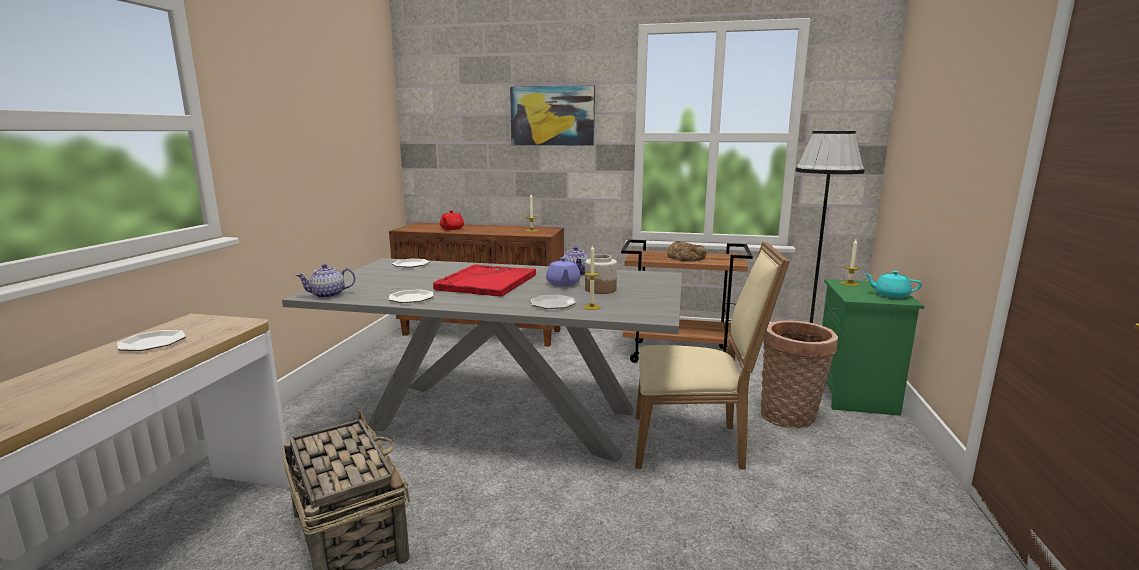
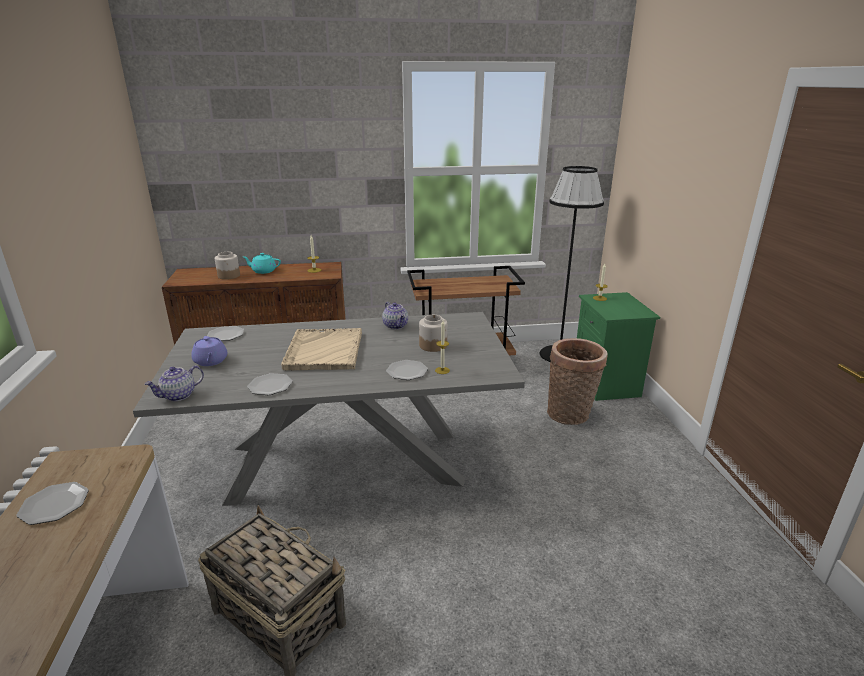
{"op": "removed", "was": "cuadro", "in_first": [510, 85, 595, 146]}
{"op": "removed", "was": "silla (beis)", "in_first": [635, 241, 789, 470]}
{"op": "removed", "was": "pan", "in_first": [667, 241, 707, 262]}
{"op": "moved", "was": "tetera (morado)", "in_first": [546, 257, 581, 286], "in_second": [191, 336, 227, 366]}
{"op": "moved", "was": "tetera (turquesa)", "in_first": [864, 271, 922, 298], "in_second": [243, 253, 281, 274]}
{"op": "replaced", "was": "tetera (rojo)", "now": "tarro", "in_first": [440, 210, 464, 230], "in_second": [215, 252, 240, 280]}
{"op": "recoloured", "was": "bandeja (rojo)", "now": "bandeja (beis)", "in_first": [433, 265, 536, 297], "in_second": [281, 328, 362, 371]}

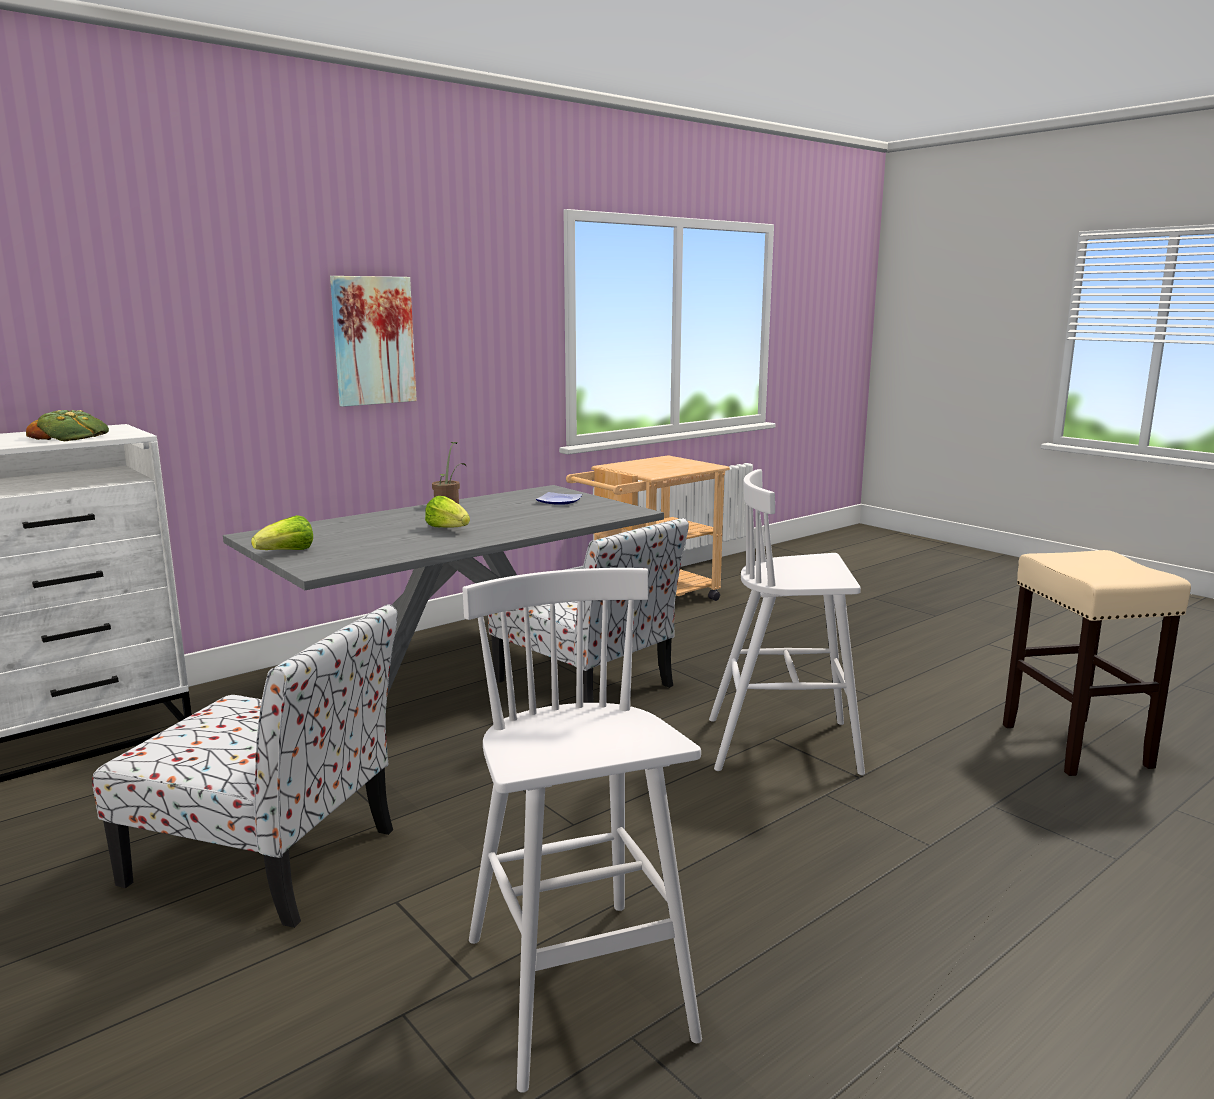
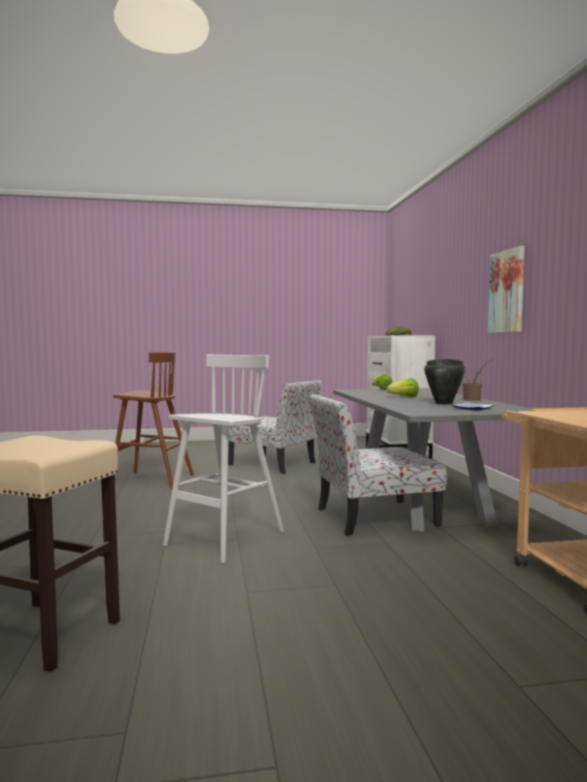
{"op": "added", "now": "olla (negro)", "in_second": [424, 359, 465, 404]}
{"op": "recoloured", "was": "taburete (blanco)", "now": "taburete (marrón)", "in_first": [463, 568, 702, 1093], "in_second": [113, 352, 194, 489]}
{"op": "turned", "was": "silla", "in_first": [92, 604, 398, 928], "in_second": [228, 380, 322, 474], "clockwise": -105}

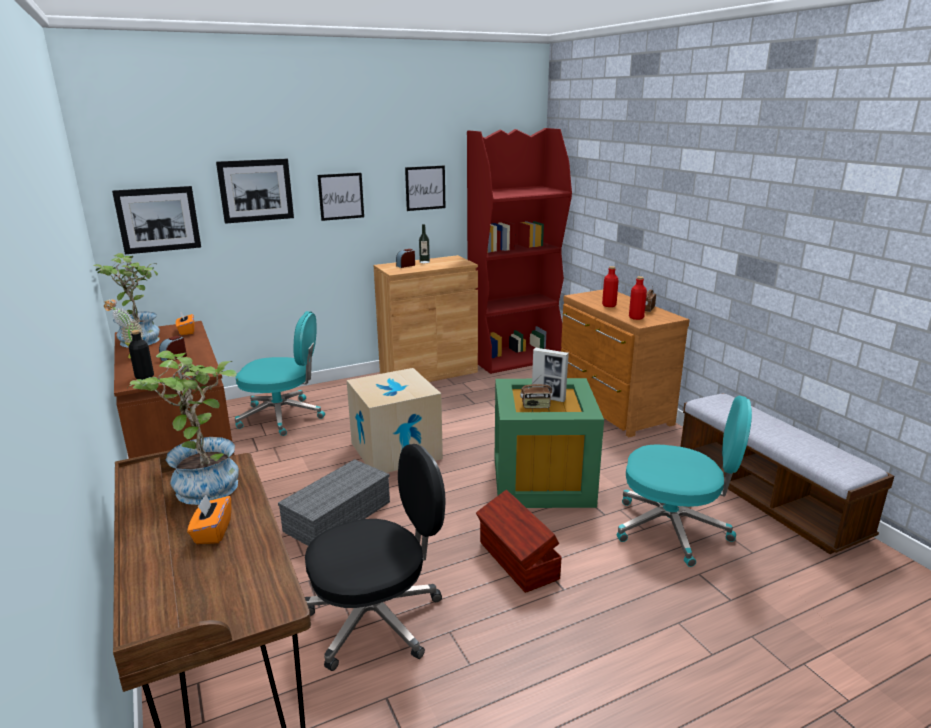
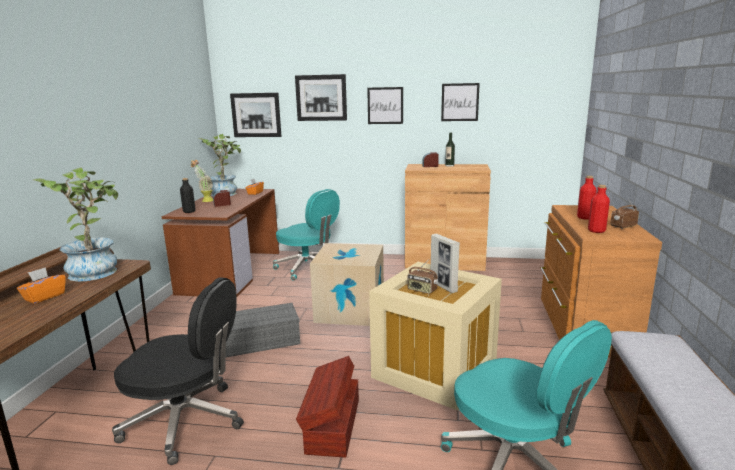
{"op": "removed", "was": "estantería (rojo)", "in_first": [467, 128, 572, 374]}
{"op": "recoloured", "was": "caja de almacenaje (verde)", "now": "caja de almacenaje (beis)", "in_first": [495, 378, 604, 508], "in_second": [369, 262, 502, 410]}

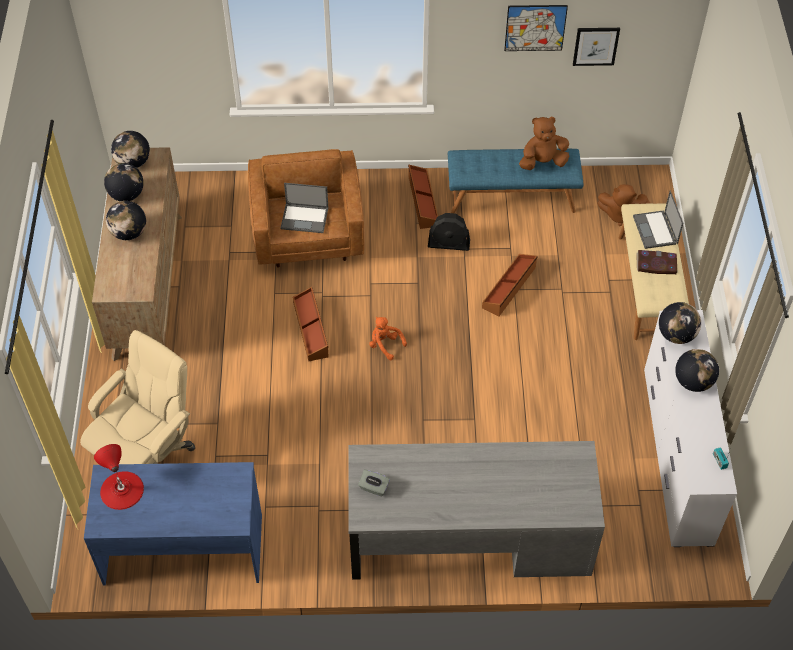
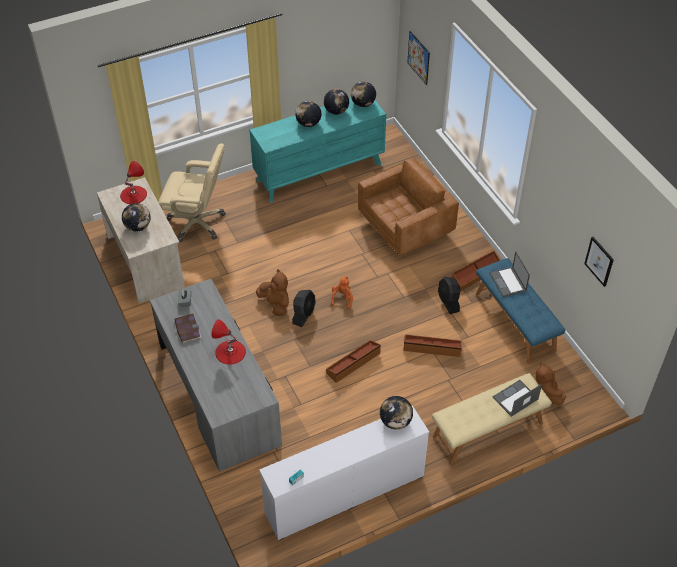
{"op": "added", "now": "lámpara de mesa (rojo)", "in_second": [212, 319, 246, 365]}
{"op": "added", "now": "ventilador (negro)", "in_second": [292, 290, 316, 327]}
{"op": "moved", "was": "portátil", "in_first": [281, 183, 328, 233], "in_second": [489, 251, 530, 297]}
{"op": "moved", "was": "caja de almacenaje (marrón)", "in_first": [293, 287, 329, 361], "in_second": [326, 340, 381, 383]}
{"op": "moved", "was": "cuadro", "in_first": [504, 5, 568, 51], "in_second": [407, 31, 430, 85]}
{"op": "moved", "was": "peluche (marrón)", "in_first": [519, 116, 569, 170], "in_second": [256, 269, 289, 316]}
{"op": "moved", "was": "libro", "in_first": [636, 250, 678, 274], "in_second": [175, 314, 201, 344]}
{"op": "moved", "was": "globo terráqueo", "in_first": [675, 349, 719, 392], "in_second": [122, 203, 151, 232]}
{"op": "recoloured", "was": "escritorio (azul)", "now": "escritorio (beis)", "in_first": [84, 462, 262, 586], "in_second": [97, 177, 185, 303]}
{"op": "recoloured", "was": "cómoda (marrón)", "now": "cómoda (turquesa)", "in_first": [92, 147, 182, 361], "in_second": [250, 98, 386, 202]}

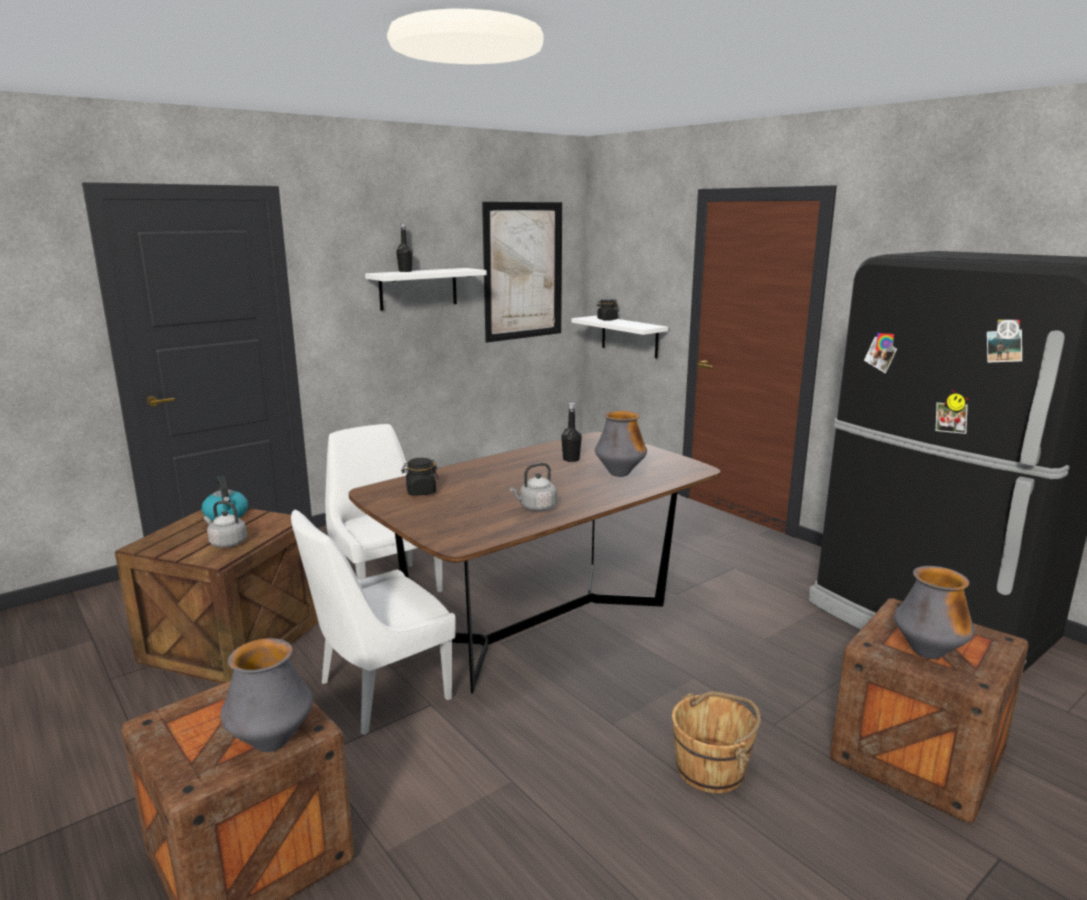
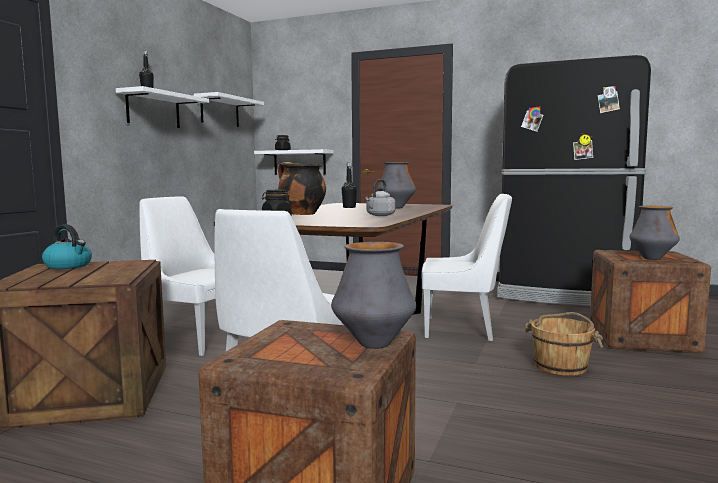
{"op": "removed", "was": "hervidor (gris)", "in_first": [204, 501, 247, 548]}
{"op": "added", "now": "olla", "in_second": [278, 162, 326, 215]}
{"op": "added", "now": "silla (blanco)", "in_second": [421, 194, 512, 341]}
{"op": "replaced", "was": "cuadro", "now": "estante (blanco)", "in_first": [482, 202, 562, 343], "in_second": [194, 92, 264, 127]}

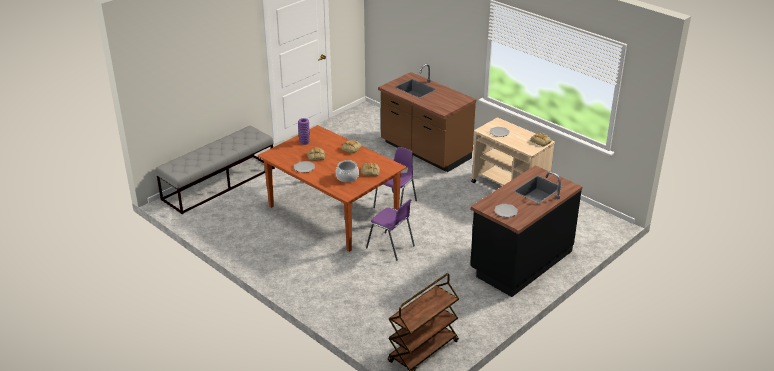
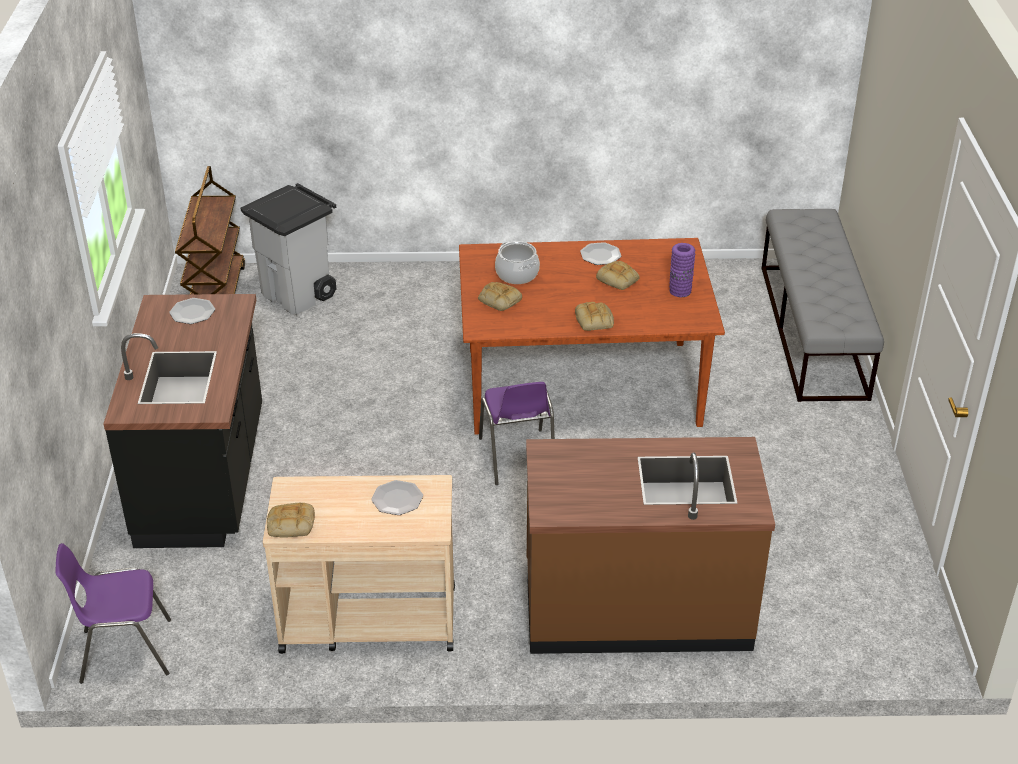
{"op": "added", "now": "papelera (gris)", "in_second": [240, 183, 336, 315]}
{"op": "moved", "was": "silla (morado)", "in_first": [366, 199, 415, 261], "in_second": [56, 543, 171, 684]}

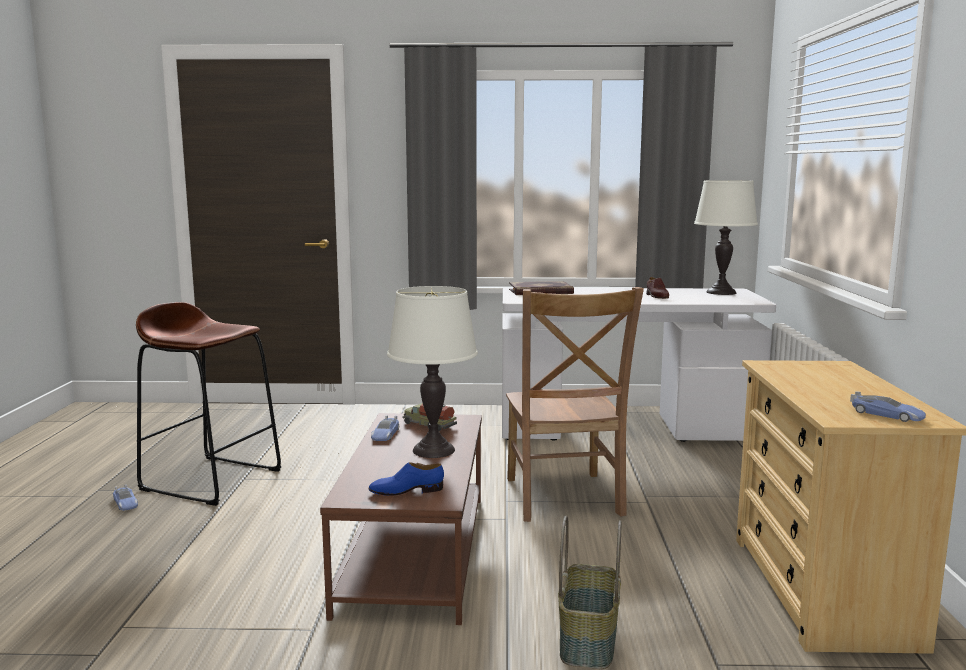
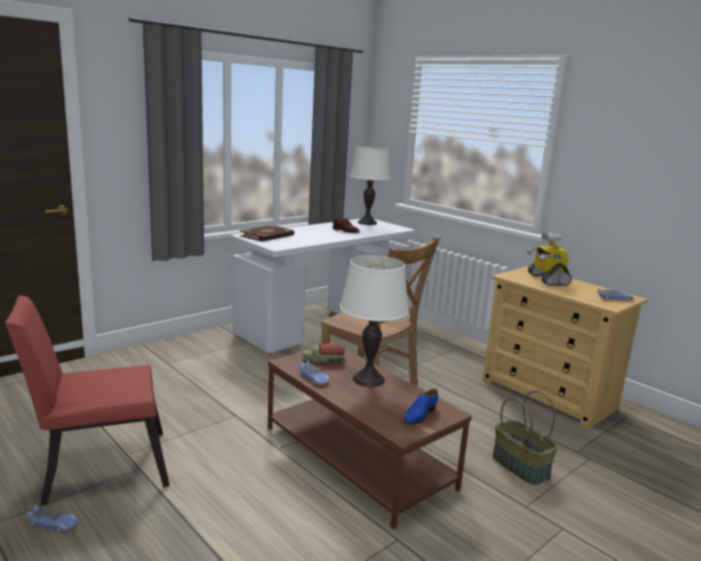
{"op": "added", "now": "robot de juguete", "in_second": [527, 232, 572, 286]}
{"op": "replaced", "was": "taburete (marrón)", "now": "silla (rojo)", "in_first": [136, 302, 281, 506], "in_second": [5, 296, 170, 505]}

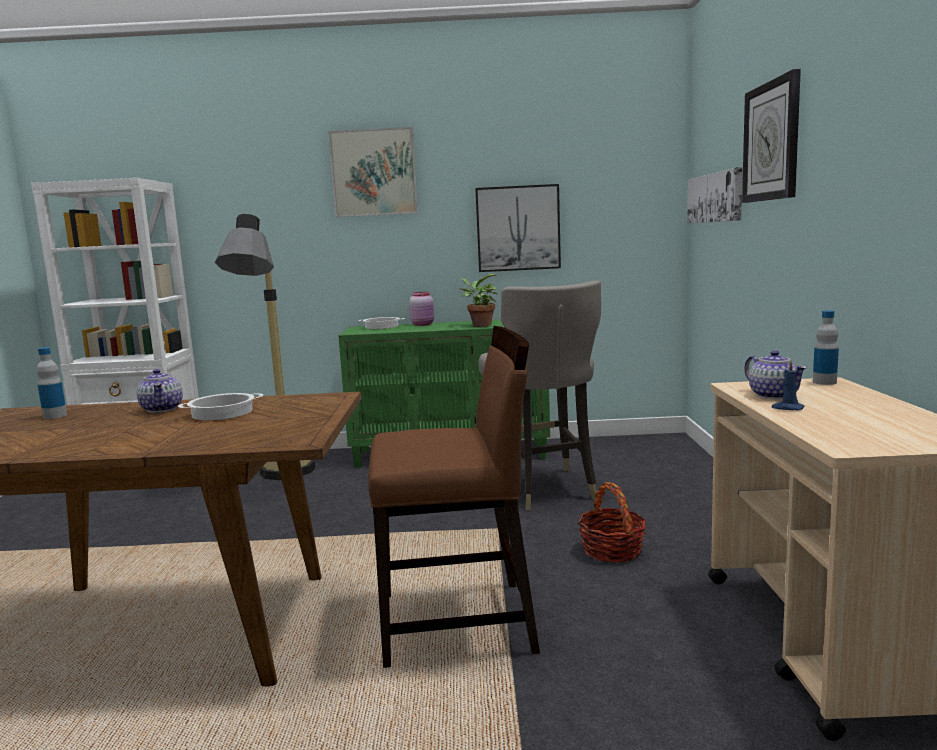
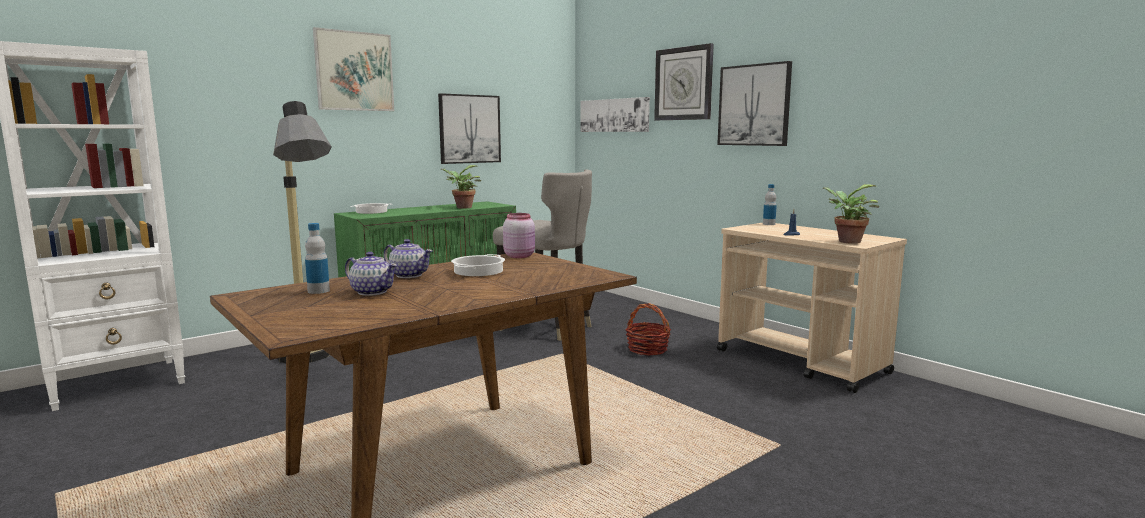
{"op": "removed", "was": "silla (marrón)", "in_first": [368, 326, 540, 668]}
{"op": "added", "now": "cuadro", "in_second": [717, 61, 792, 146]}
{"op": "added", "now": "planta en maceta", "in_second": [823, 184, 880, 244]}
{"op": "moved", "was": "tarro (rosa)", "in_first": [409, 292, 434, 326], "in_second": [503, 213, 535, 258]}
{"op": "moved", "was": "tetera", "in_first": [744, 350, 807, 399], "in_second": [345, 252, 397, 296]}

